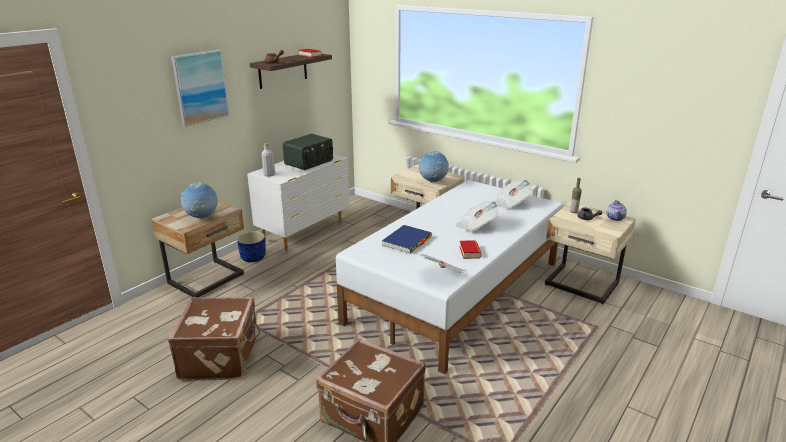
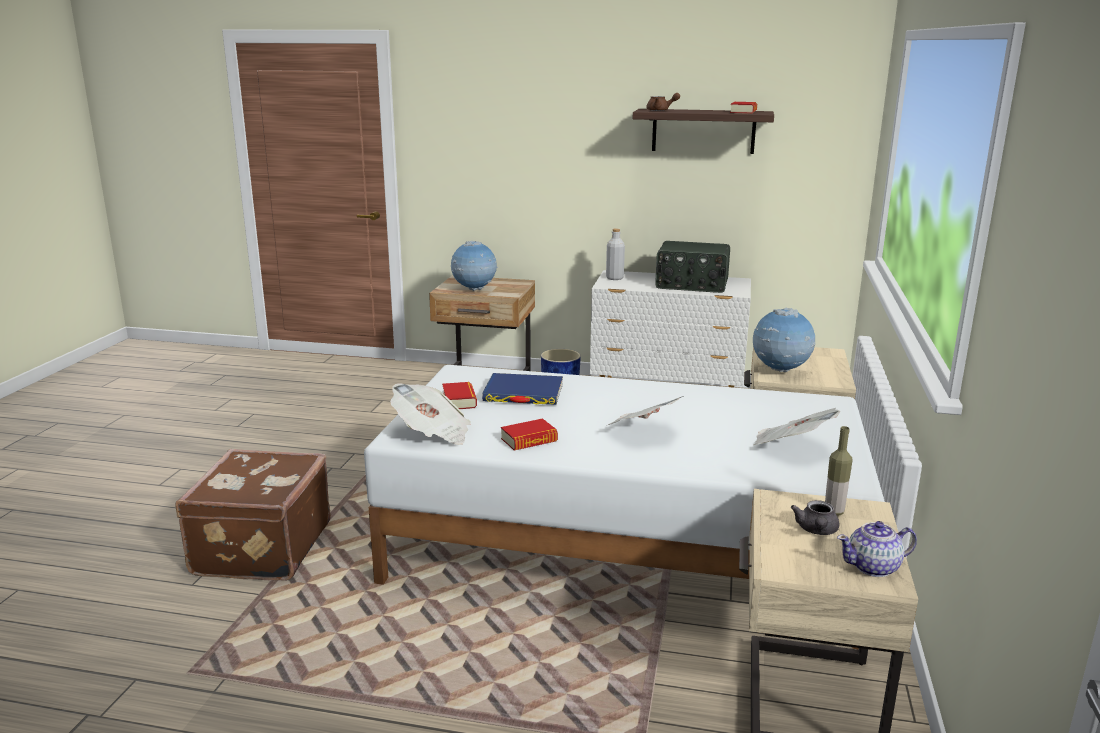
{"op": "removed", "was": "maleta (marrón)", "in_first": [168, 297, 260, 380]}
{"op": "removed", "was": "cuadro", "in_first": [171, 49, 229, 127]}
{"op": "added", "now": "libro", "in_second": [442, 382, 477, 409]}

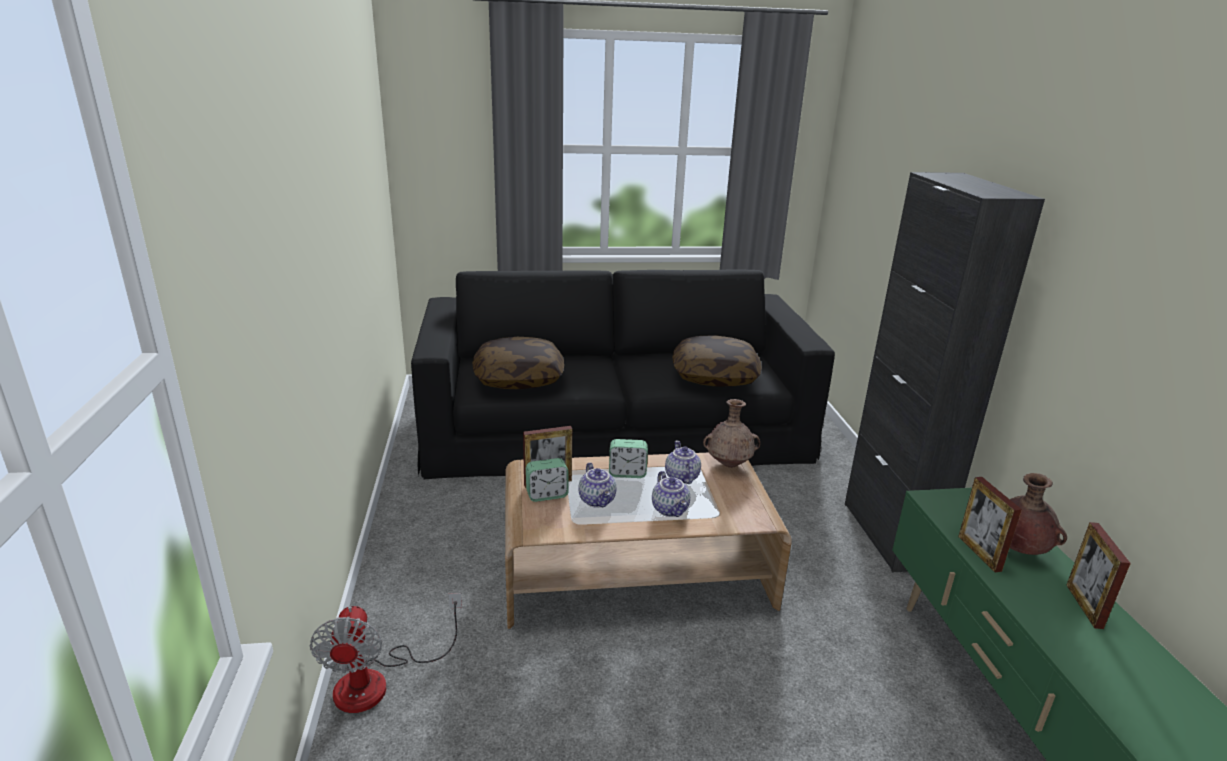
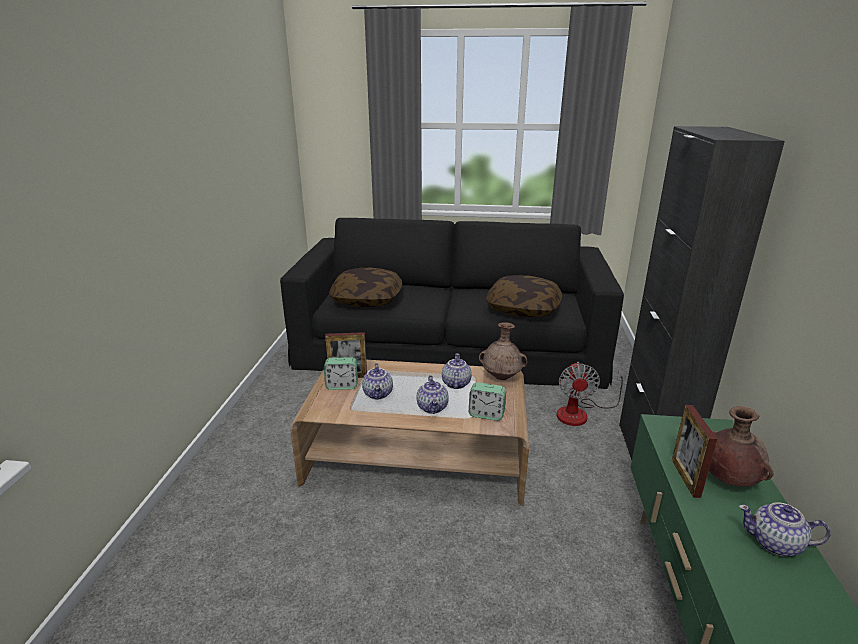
{"op": "moved", "was": "ventilador", "in_first": [310, 593, 462, 713], "in_second": [557, 362, 626, 426]}
{"op": "moved", "was": "despertador", "in_first": [609, 439, 648, 478], "in_second": [469, 382, 506, 421]}
{"op": "replaced", "was": "portarretratos", "now": "tetera", "in_first": [1067, 522, 1131, 629], "in_second": [739, 502, 831, 556]}

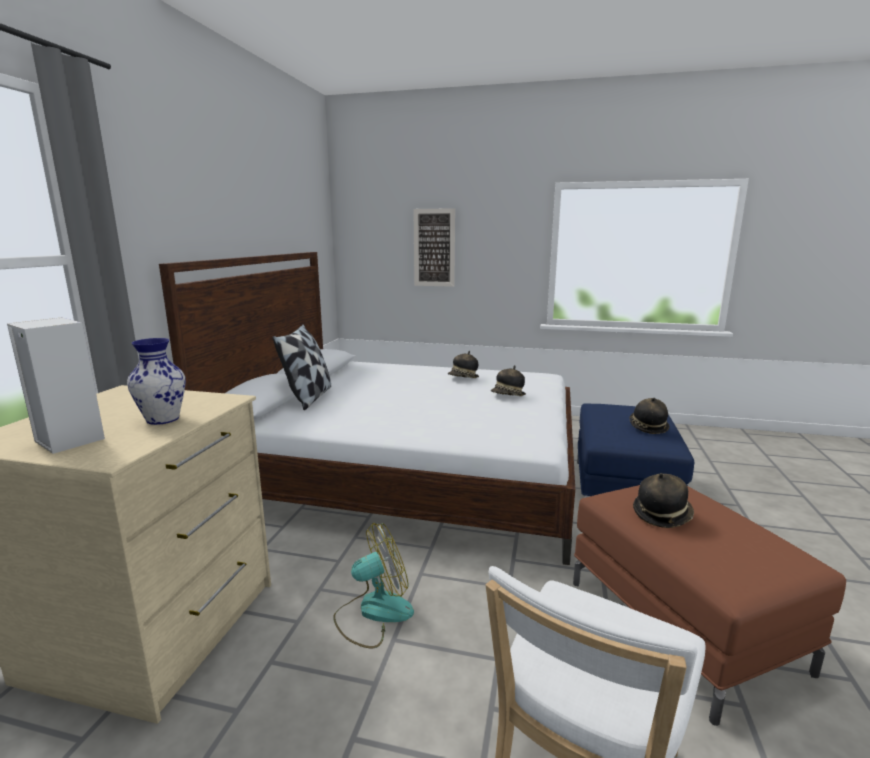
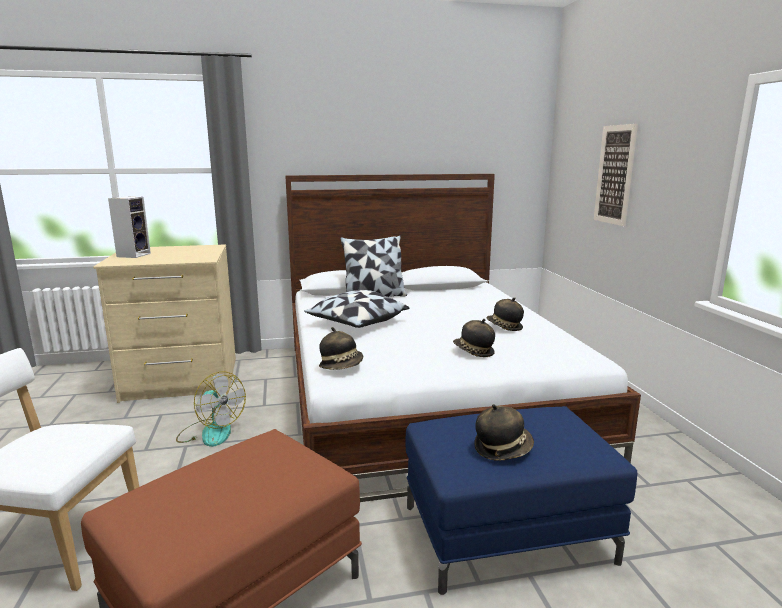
{"op": "removed", "was": "florero", "in_first": [127, 338, 186, 425]}
{"op": "added", "now": "cojín", "in_second": [304, 290, 409, 328]}
{"op": "moved", "was": "sombrero", "in_first": [633, 473, 694, 528], "in_second": [319, 327, 363, 370]}

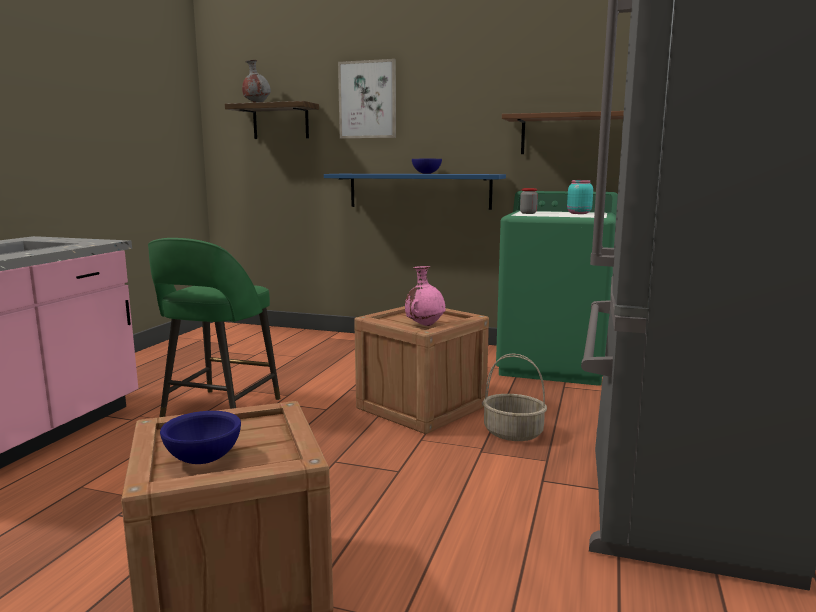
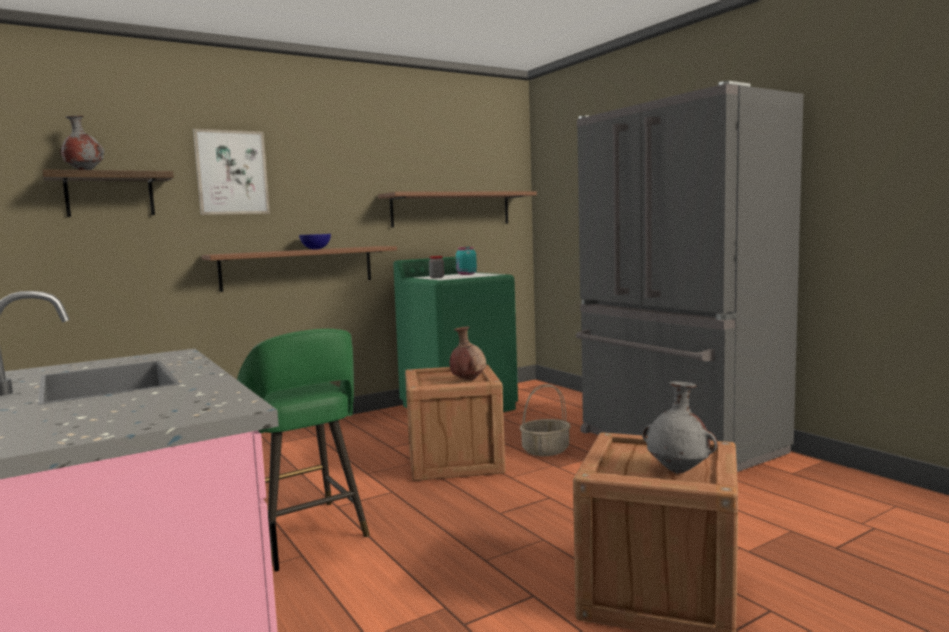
{"op": "replaced", "was": "cuenco (azul)", "now": "florero (gris)", "in_first": [160, 411, 241, 464], "in_second": [642, 382, 717, 474]}
{"op": "recoloured", "was": "estante (azul)", "now": "estante (marrón)", "in_first": [324, 174, 506, 210], "in_second": [201, 246, 397, 292]}
{"op": "recoloured", "was": "florero (rosa)", "now": "florero (marrón)", "in_first": [405, 266, 446, 326], "in_second": [450, 327, 486, 381]}

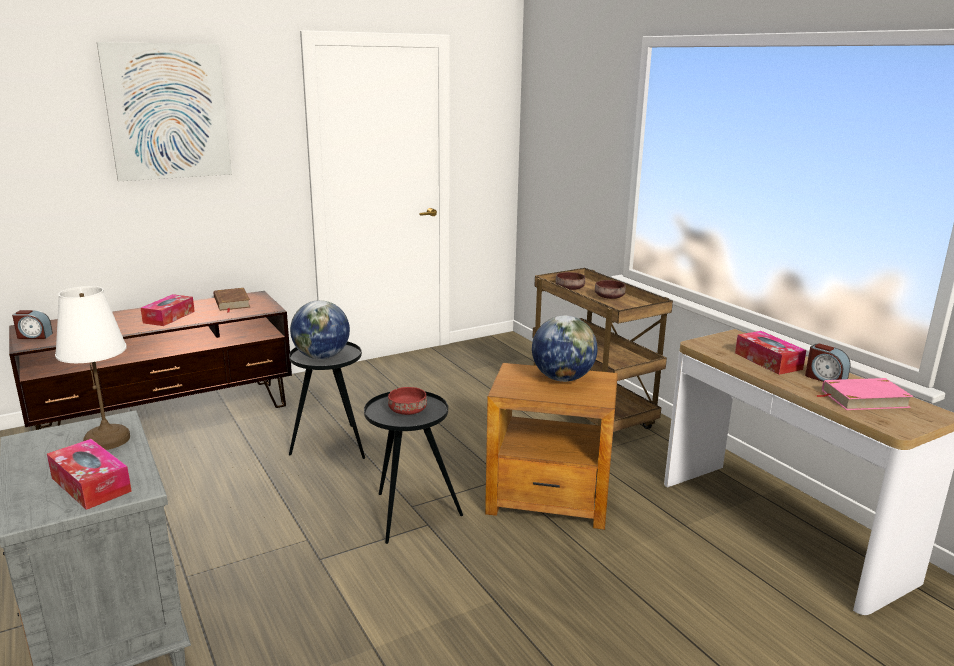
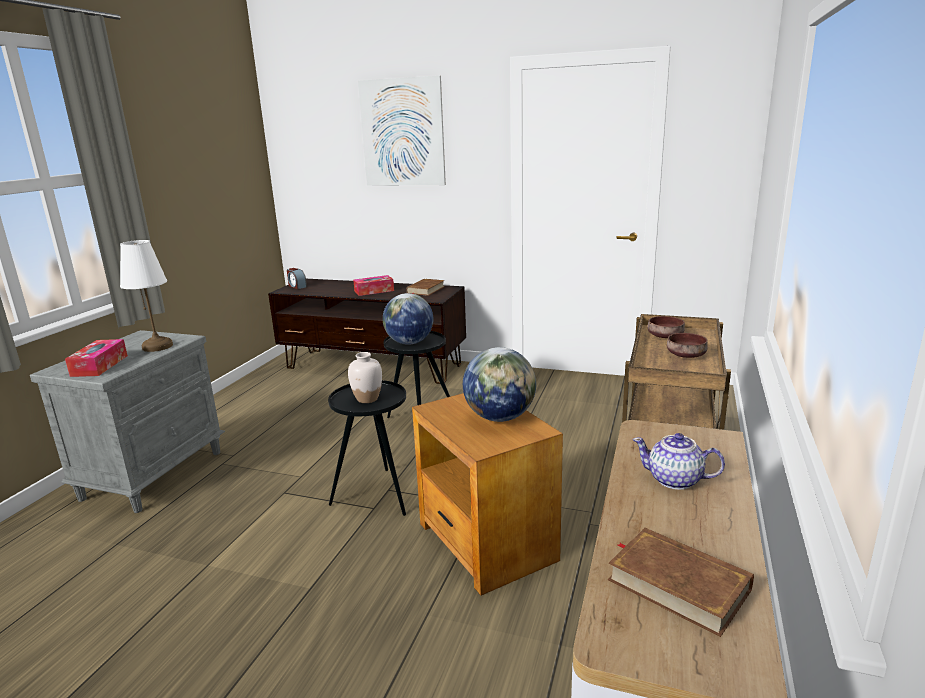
{"op": "removed", "was": "despertador", "in_first": [805, 344, 851, 382]}
{"op": "replaced", "was": "cuenco (rojo)", "now": "florero (blanco)", "in_first": [388, 387, 427, 415], "in_second": [348, 352, 382, 403]}
{"op": "replaced", "was": "caja de pañuelos", "now": "tetera", "in_first": [735, 331, 806, 375], "in_second": [632, 433, 725, 490]}
{"op": "recoloured", "was": "libro (rosa)", "now": "libro (marrón)", "in_first": [816, 378, 913, 410], "in_second": [608, 527, 754, 637]}

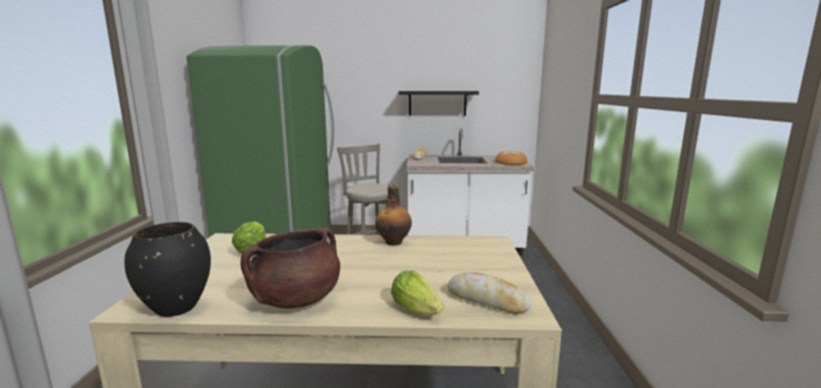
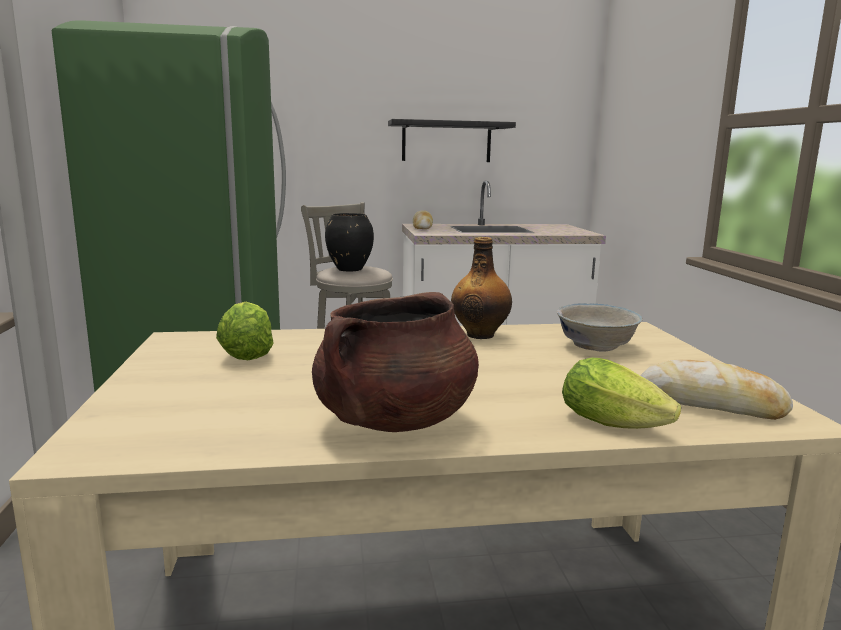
{"op": "removed", "was": "pan", "in_first": [495, 151, 527, 165]}
{"op": "added", "now": "cuenco (blanco)", "in_second": [557, 303, 643, 352]}
{"op": "moved", "was": "florero (negro)", "in_first": [124, 222, 211, 317], "in_second": [325, 213, 374, 272]}

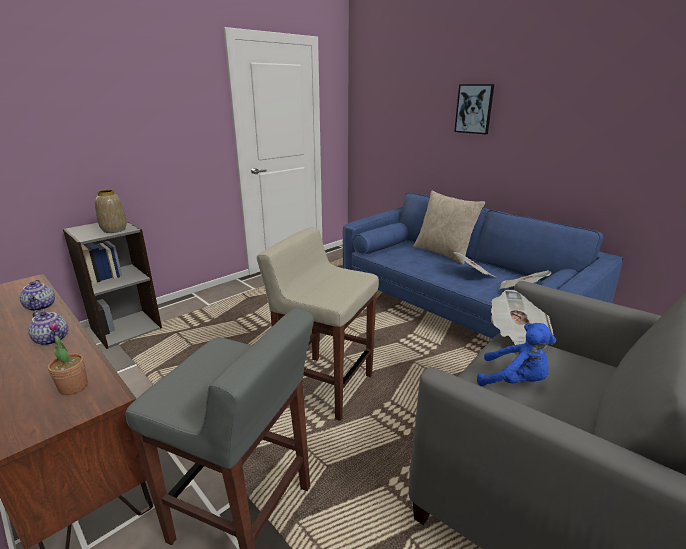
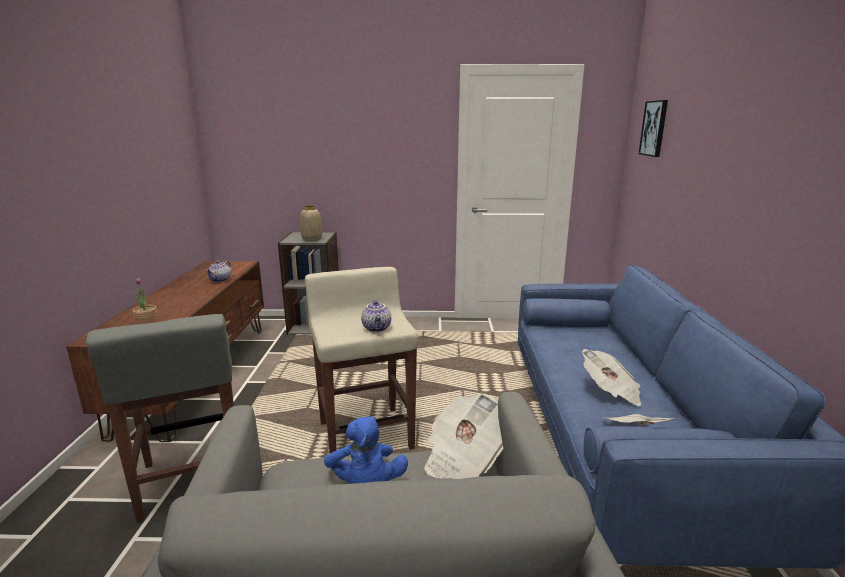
{"op": "removed", "was": "cojín (beis)", "in_first": [413, 191, 485, 265]}
{"op": "moved", "was": "tetera", "in_first": [28, 311, 68, 346], "in_second": [361, 300, 391, 332]}
{"op": "moved", "was": "cuadro", "in_first": [454, 84, 494, 134], "in_second": [639, 100, 668, 157]}

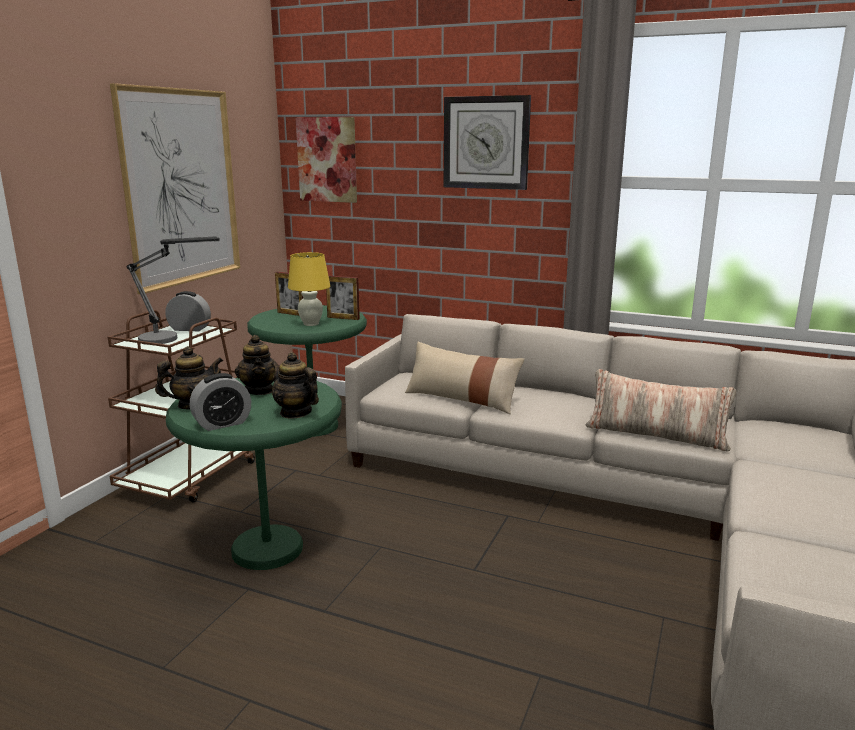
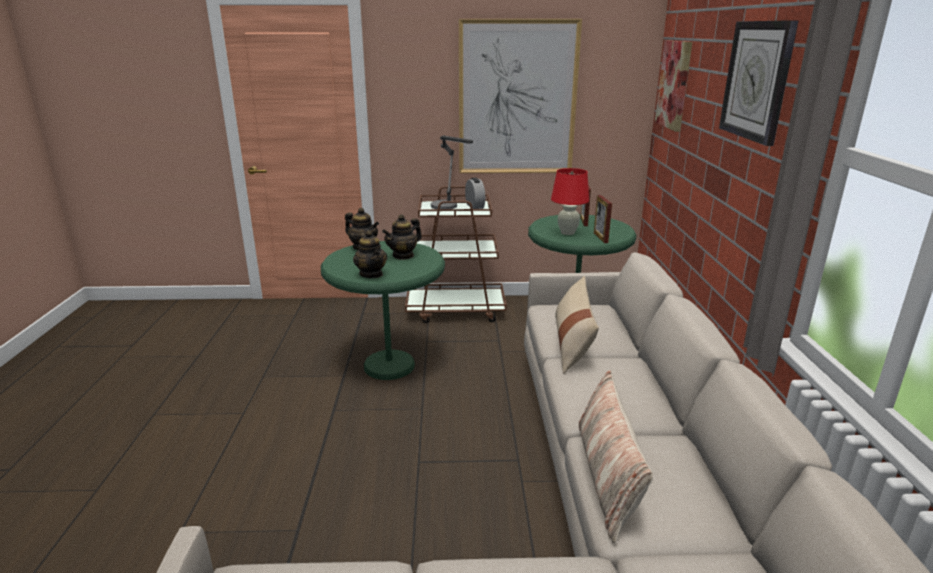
{"op": "removed", "was": "despertador", "in_first": [190, 373, 251, 431]}
{"op": "recoloured", "was": "lámpara de mesa (amarillo)", "now": "lámpara de mesa (rojo)", "in_first": [288, 252, 330, 326], "in_second": [551, 168, 589, 235]}
{"op": "turned", "was": "tetera", "in_first": [271, 352, 319, 419], "in_second": [353, 230, 387, 278], "clockwise": 135}

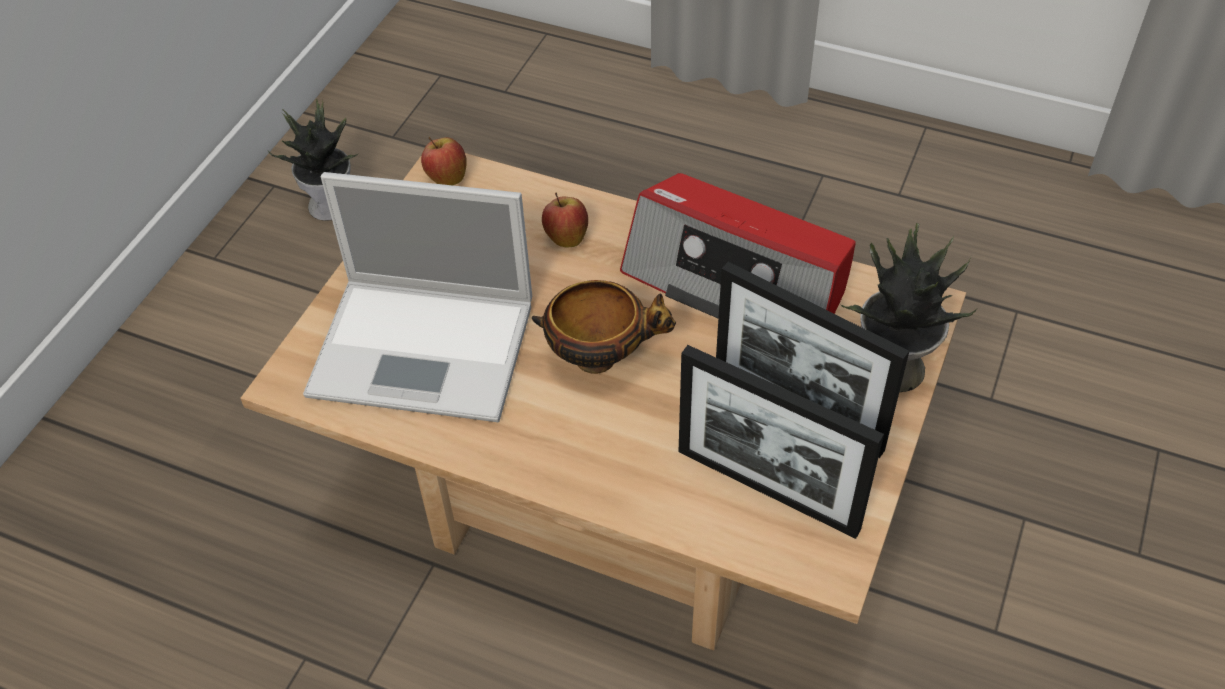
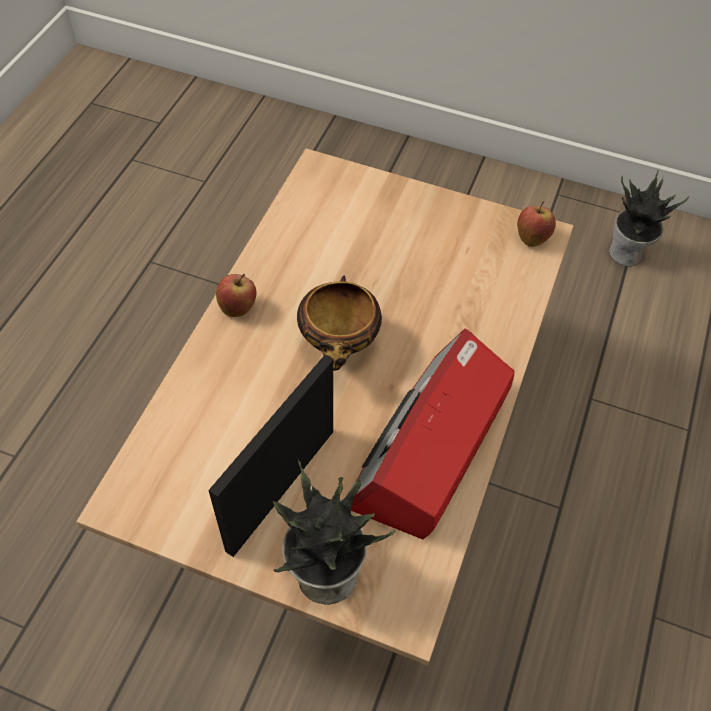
{"op": "removed", "was": "portátil", "in_first": [303, 172, 532, 422]}
{"op": "removed", "was": "portarretratos", "in_first": [679, 345, 884, 539]}
{"op": "moved", "was": "manzana", "in_first": [542, 192, 588, 247], "in_second": [216, 274, 256, 317]}

